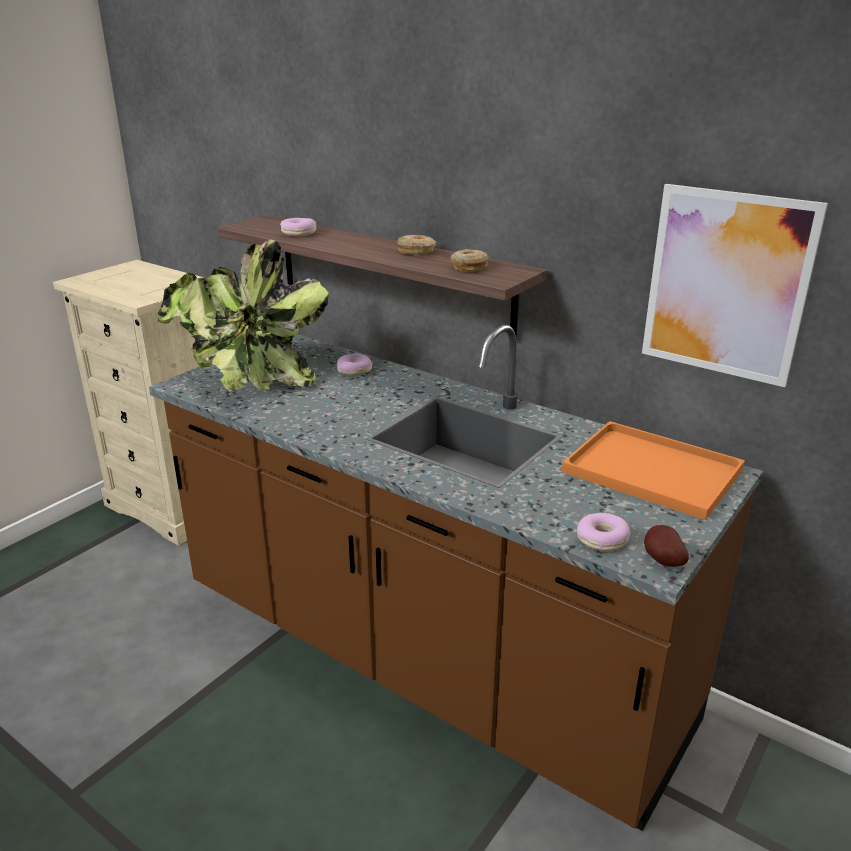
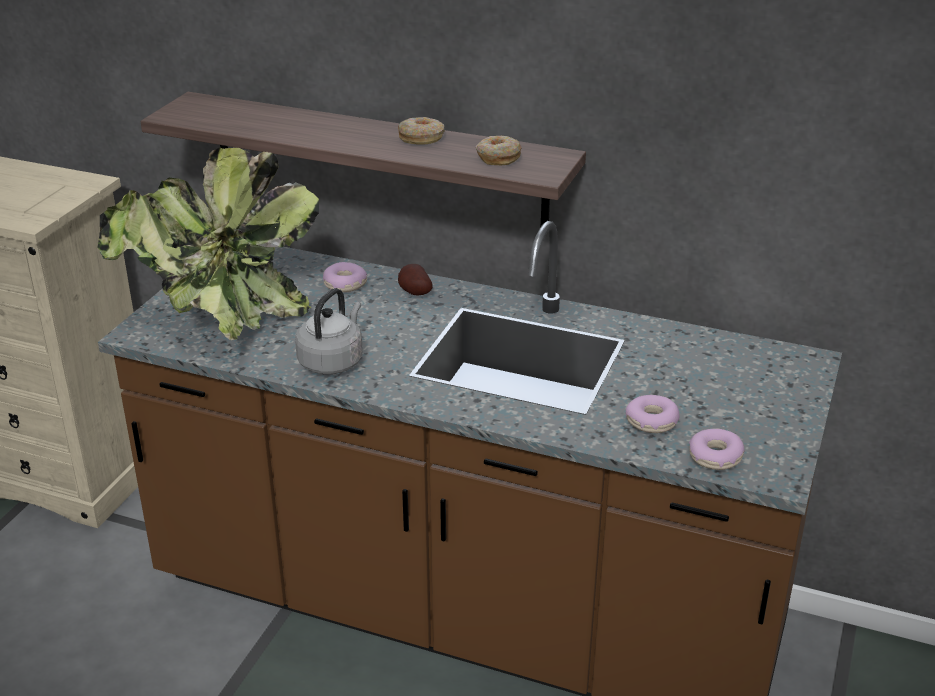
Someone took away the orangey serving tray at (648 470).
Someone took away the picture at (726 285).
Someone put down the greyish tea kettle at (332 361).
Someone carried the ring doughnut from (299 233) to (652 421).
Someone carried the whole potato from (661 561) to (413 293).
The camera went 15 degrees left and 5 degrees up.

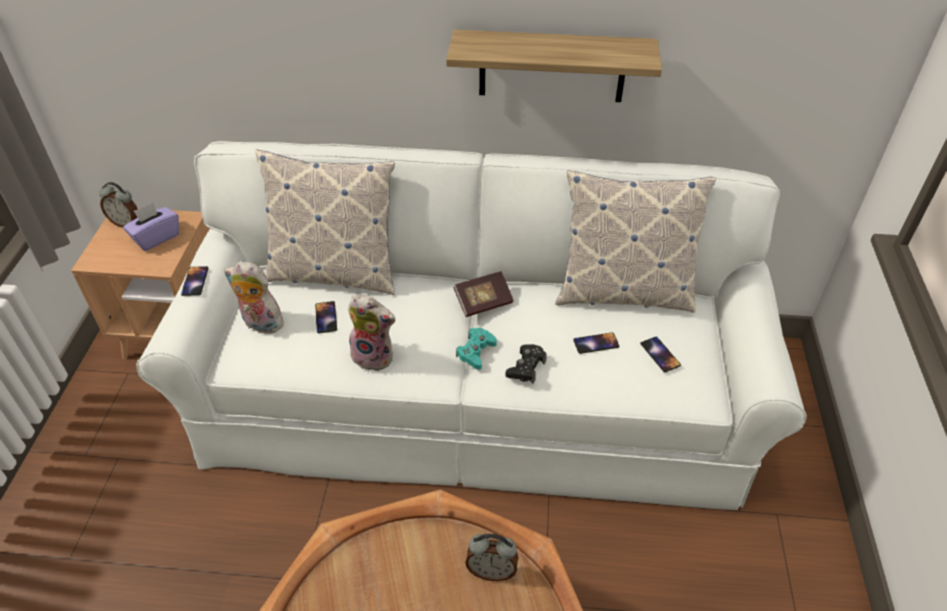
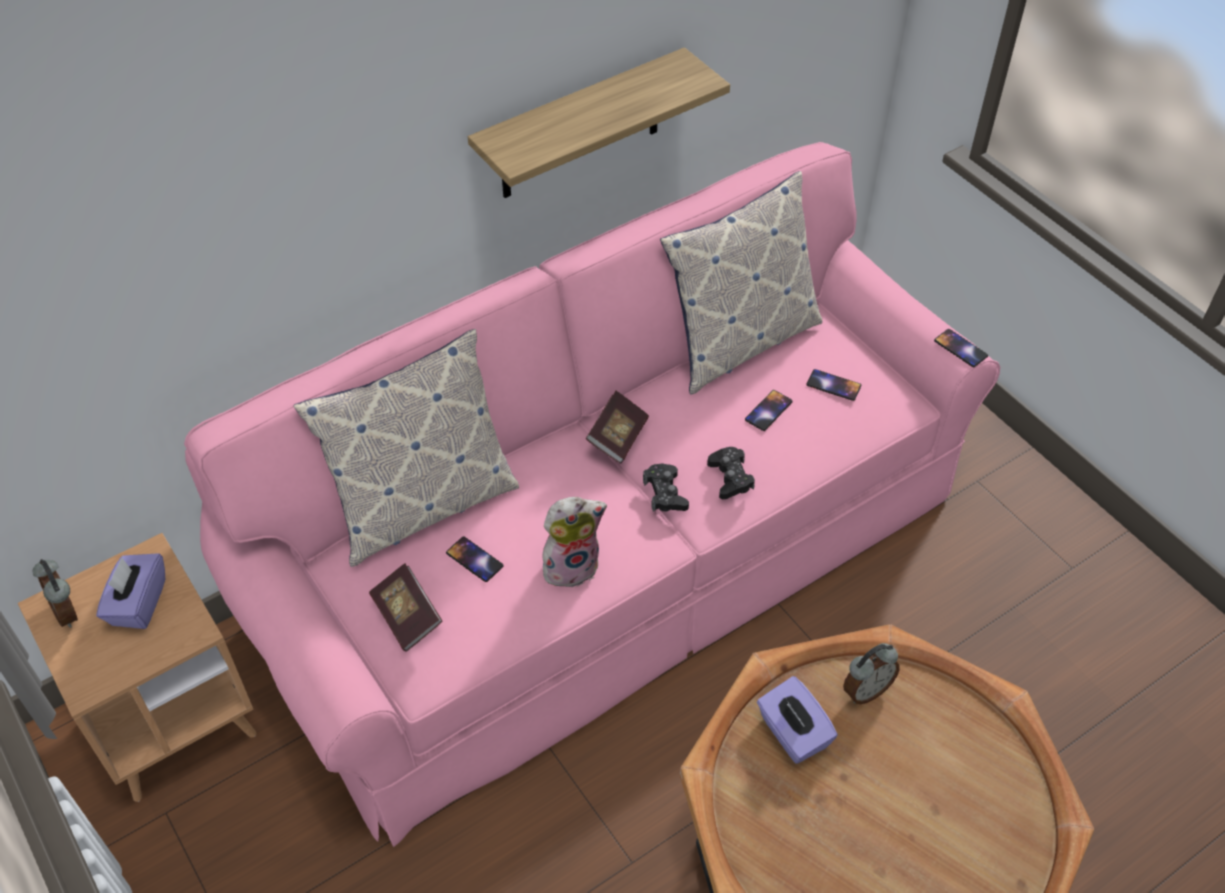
Someone put down the purplish tissue holder at (792 733).
Someone carried the handset from (195 281) to (960 348).
Someone swapped the plush toy at (260 324) for the book at (407 616).
Someone repainted the white sofa at (474 399), which became the pink-coloured sofa at (613 558).
Someone repainted the turquoise joypad at (476 352), which became the blackish joypad at (665 493).
Someone rotated the alarm clock at (126 223) by 75 degrees clockwise.
The camera went 40 degrees left and 5 degrees up.

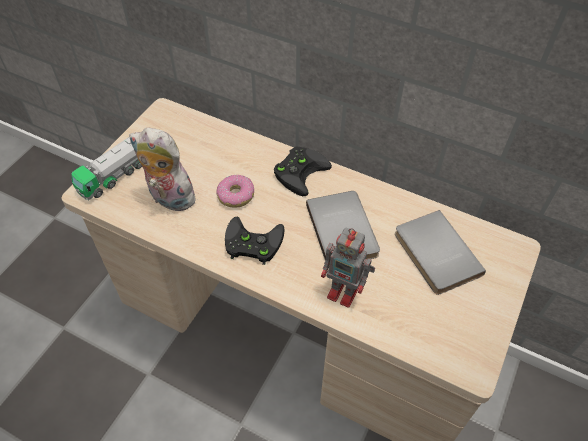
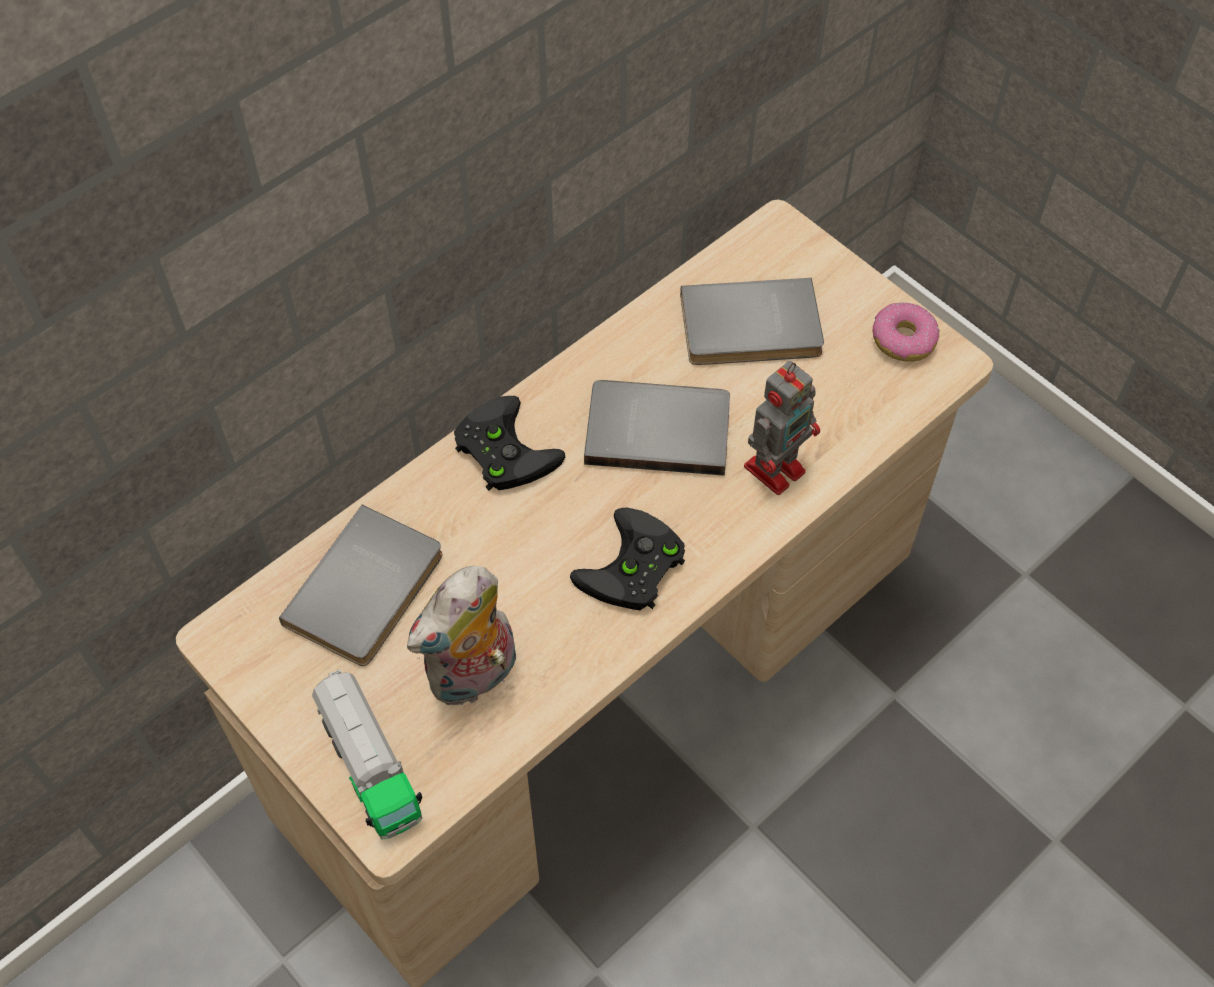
Someone put down the greyish book at (369 591).
Someone carried the ring doughnut from (236 195) to (903 339).
The camera went 70 degrees left and 5 degrees up.

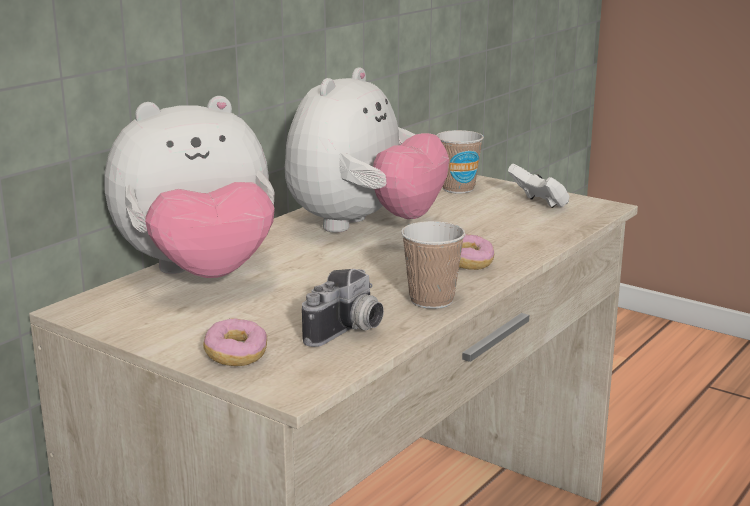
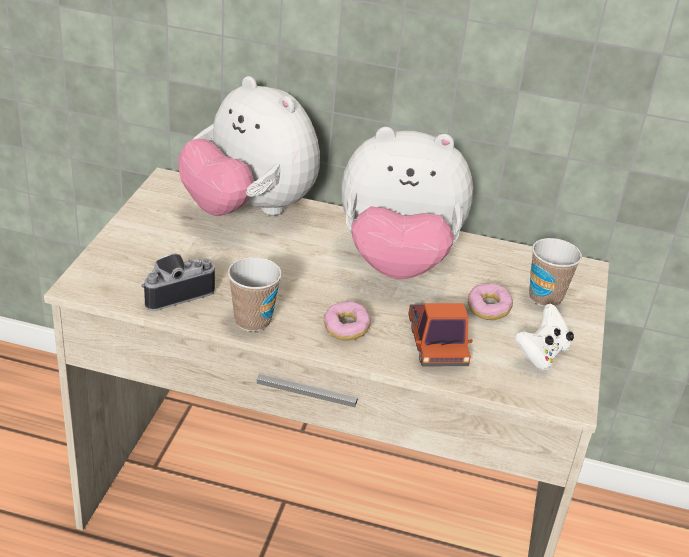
Someone put down the toy lorry at (436 344).
Someone carried the ring doughnut from (236 355) to (488 309).
Someone rotated the photo camera at (349 332) by 135 degrees clockwise.
The camera went 65 degrees right and 15 degrees up.

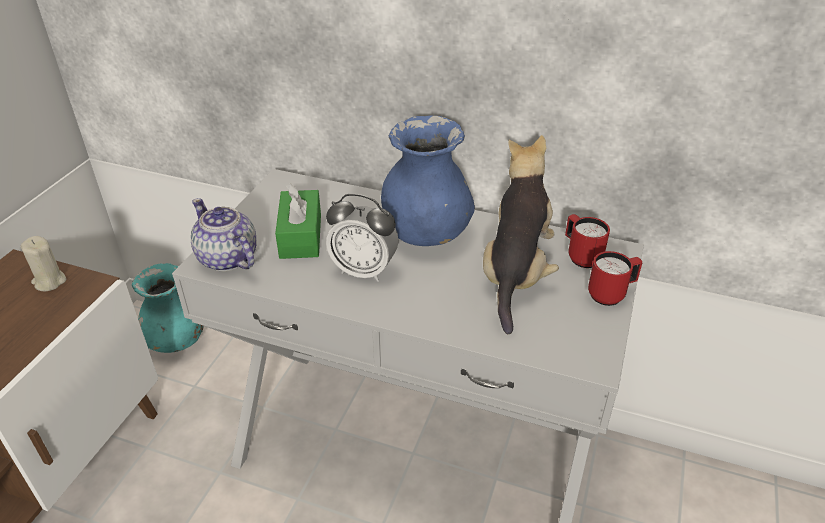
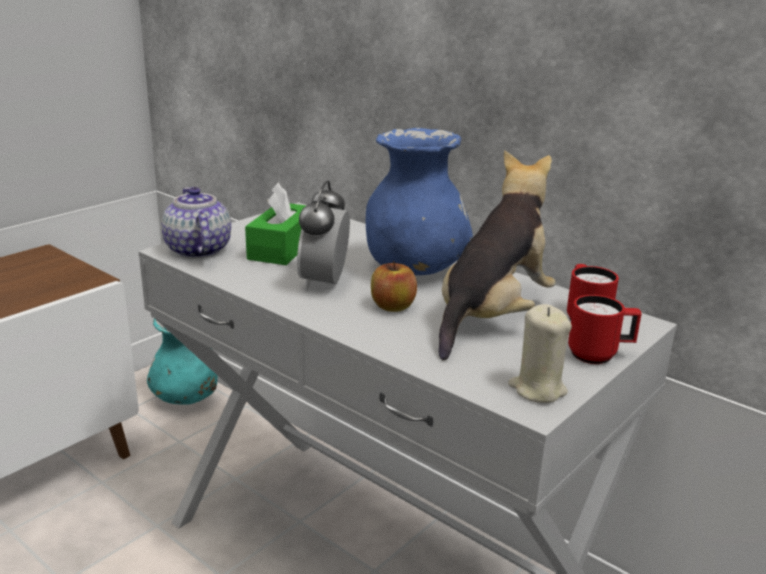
Someone put down the apple fruit at (393 306).
Someone carried the beige wax candle from (49 281) to (537 389).
Someone rotated the alarm clock at (364 270) by 60 degrees clockwise.
The camera went 20 degrees right and 15 degrees down.

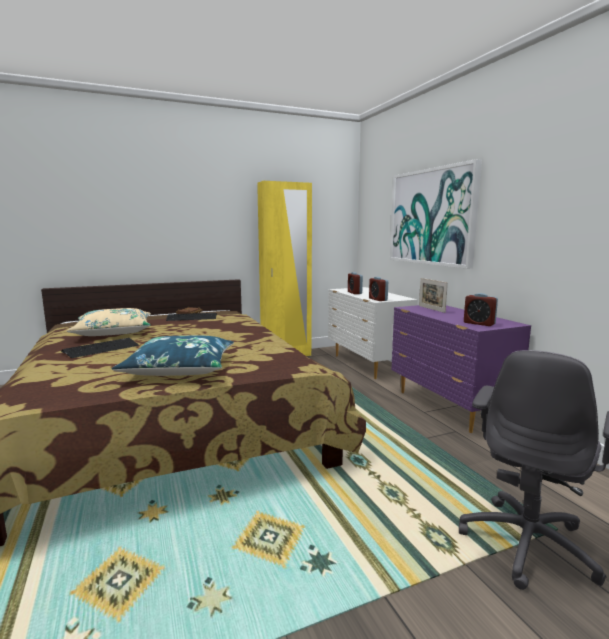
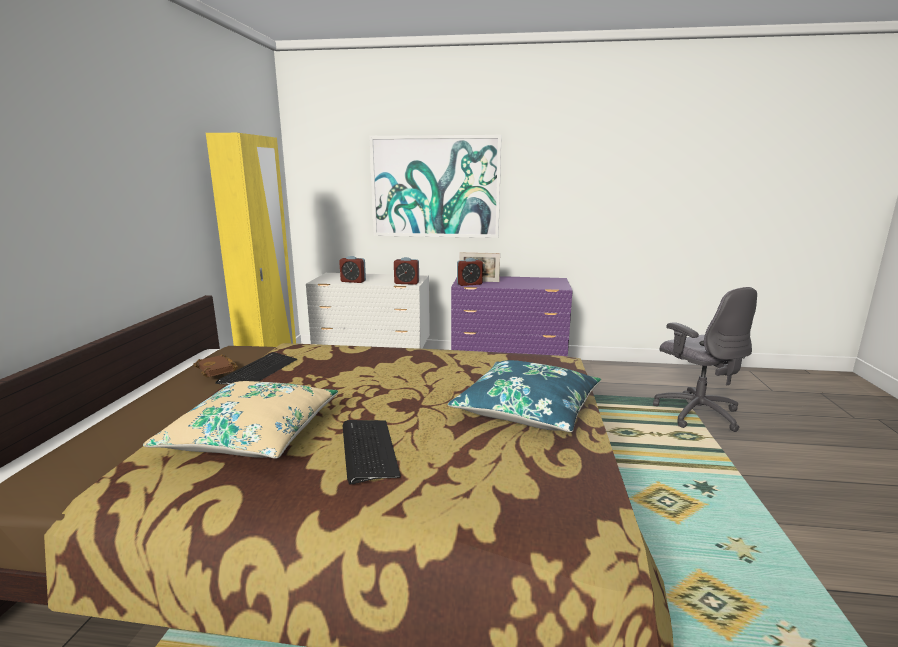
Someone carried the alarm clock from (479 323) to (469 284).
The camera went 60 degrees left and 5 degrees up.

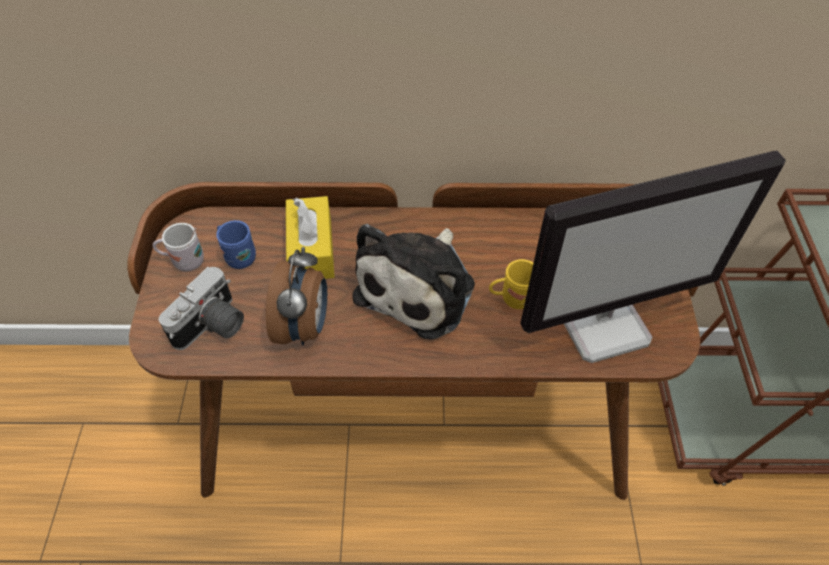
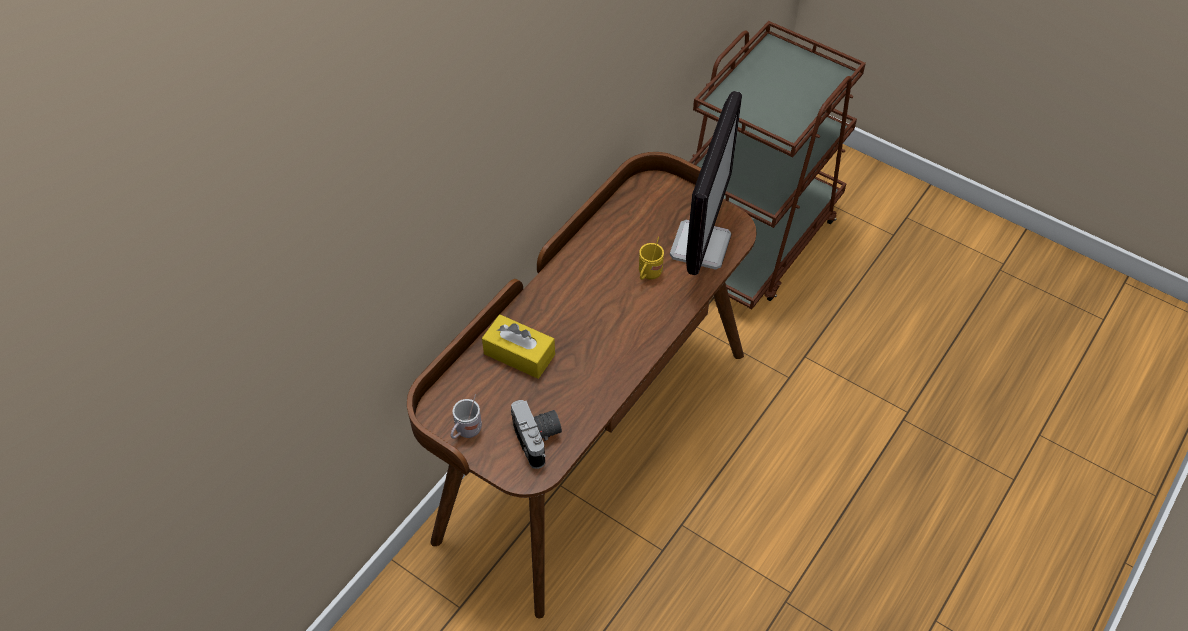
Someone took away the blue tea mug at (238 256).
Someone took away the alarm clock at (304 326).
Someone took away the plush toy at (420 287).
The camera went 55 degrees left and 0 degrees up.

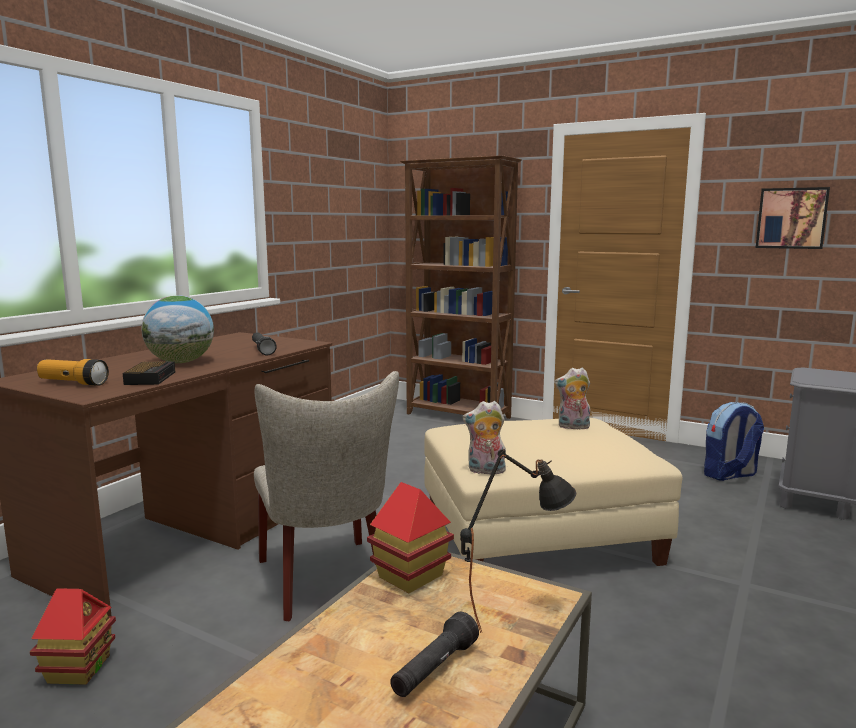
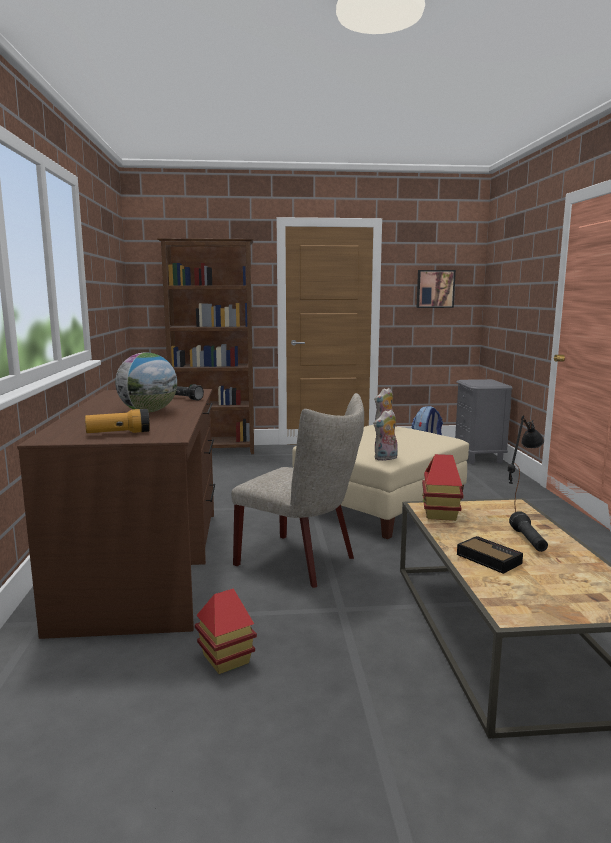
Someone carried the alarm clock from (151 378) to (487 558).
The camera went 35 degrees left and 0 degrees up.

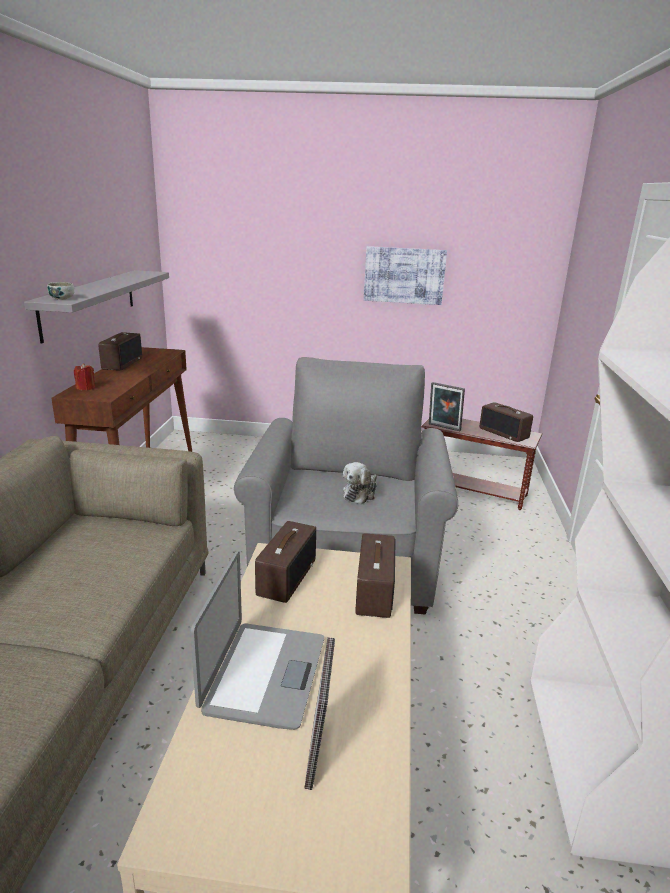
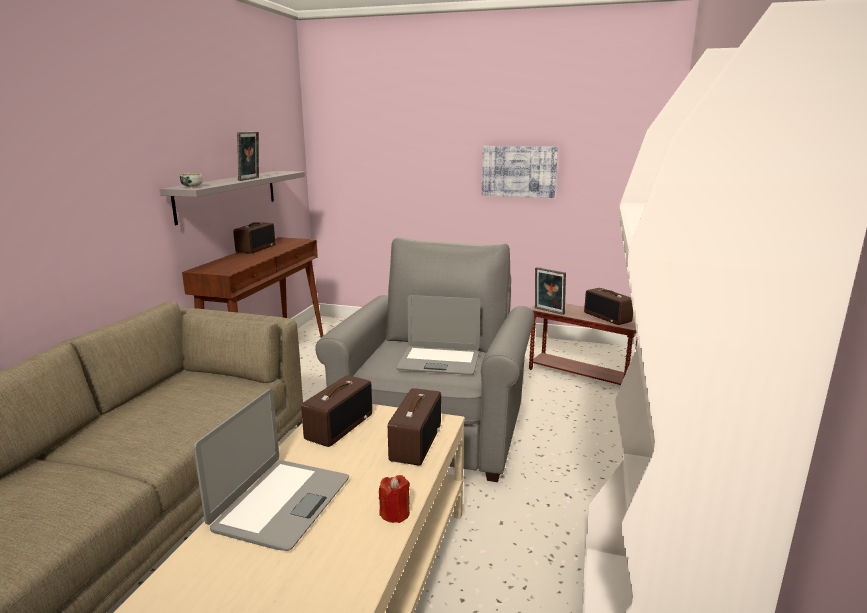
Someone carried the reddish wax candle from (86 388) to (395 513).
Someone carried the photo frame from (318 752) to (250 179).
Someone swapped the plush toy at (360 493) for the portable computer at (439 361).
The camera went 10 degrees right and 5 degrees down.

